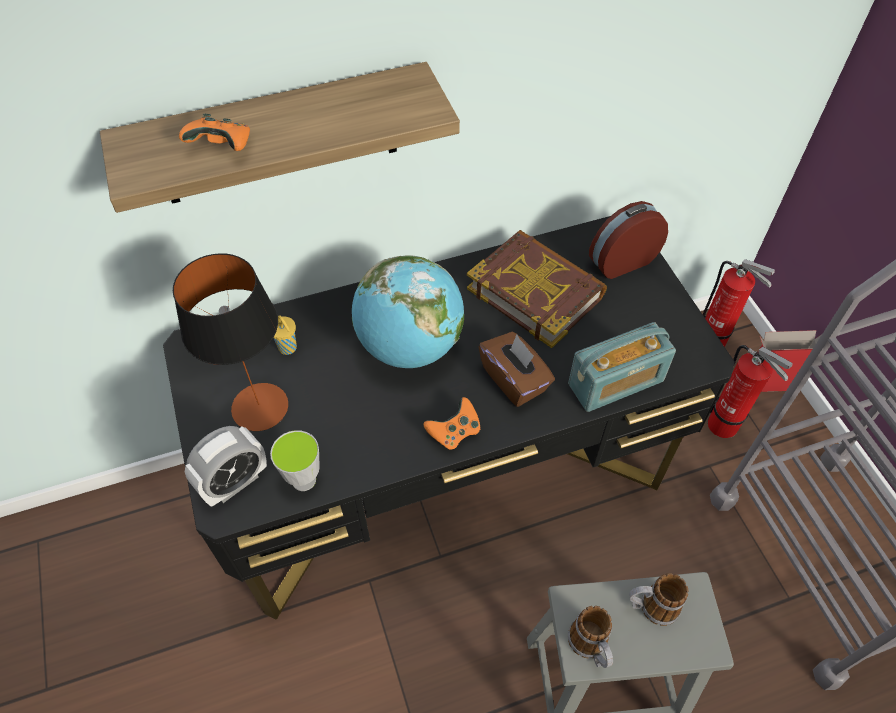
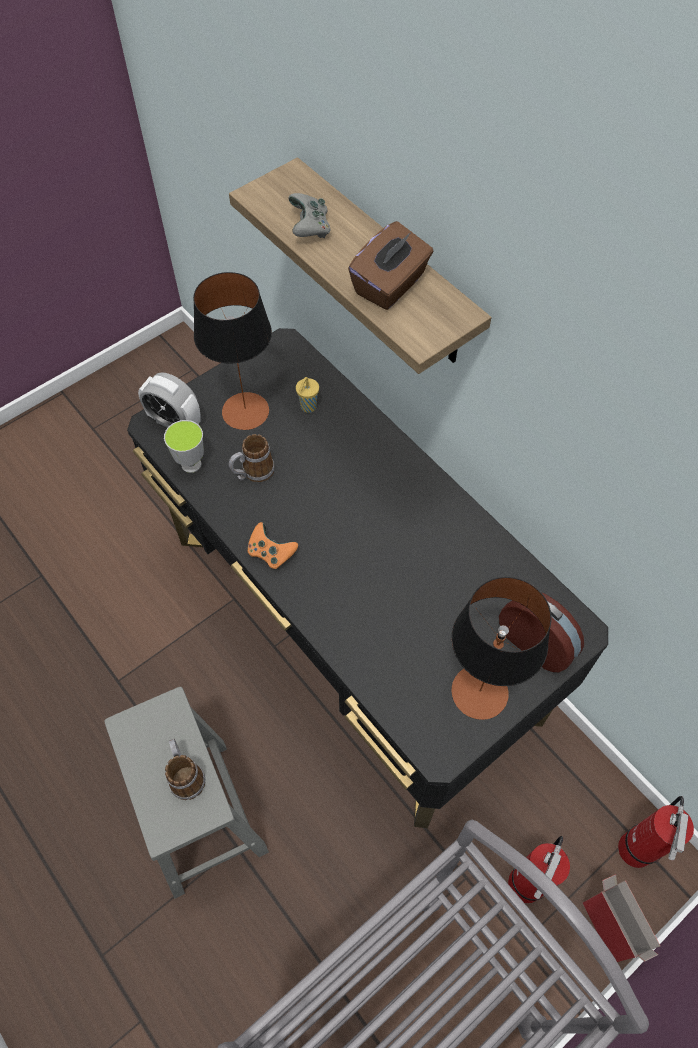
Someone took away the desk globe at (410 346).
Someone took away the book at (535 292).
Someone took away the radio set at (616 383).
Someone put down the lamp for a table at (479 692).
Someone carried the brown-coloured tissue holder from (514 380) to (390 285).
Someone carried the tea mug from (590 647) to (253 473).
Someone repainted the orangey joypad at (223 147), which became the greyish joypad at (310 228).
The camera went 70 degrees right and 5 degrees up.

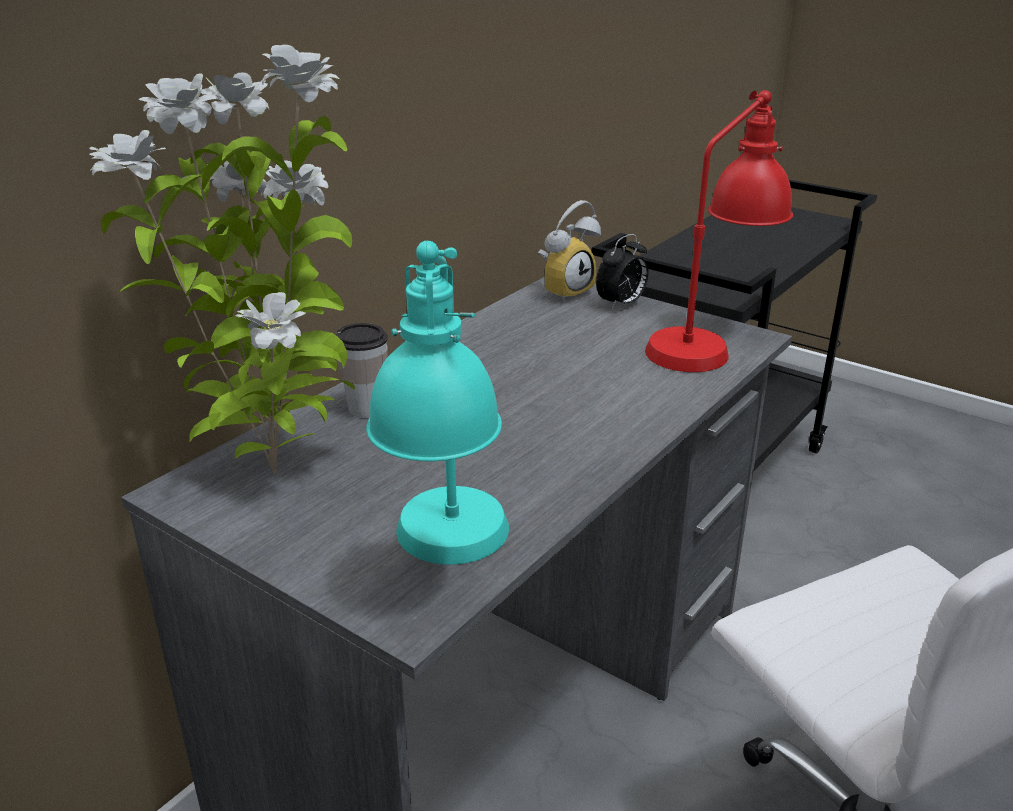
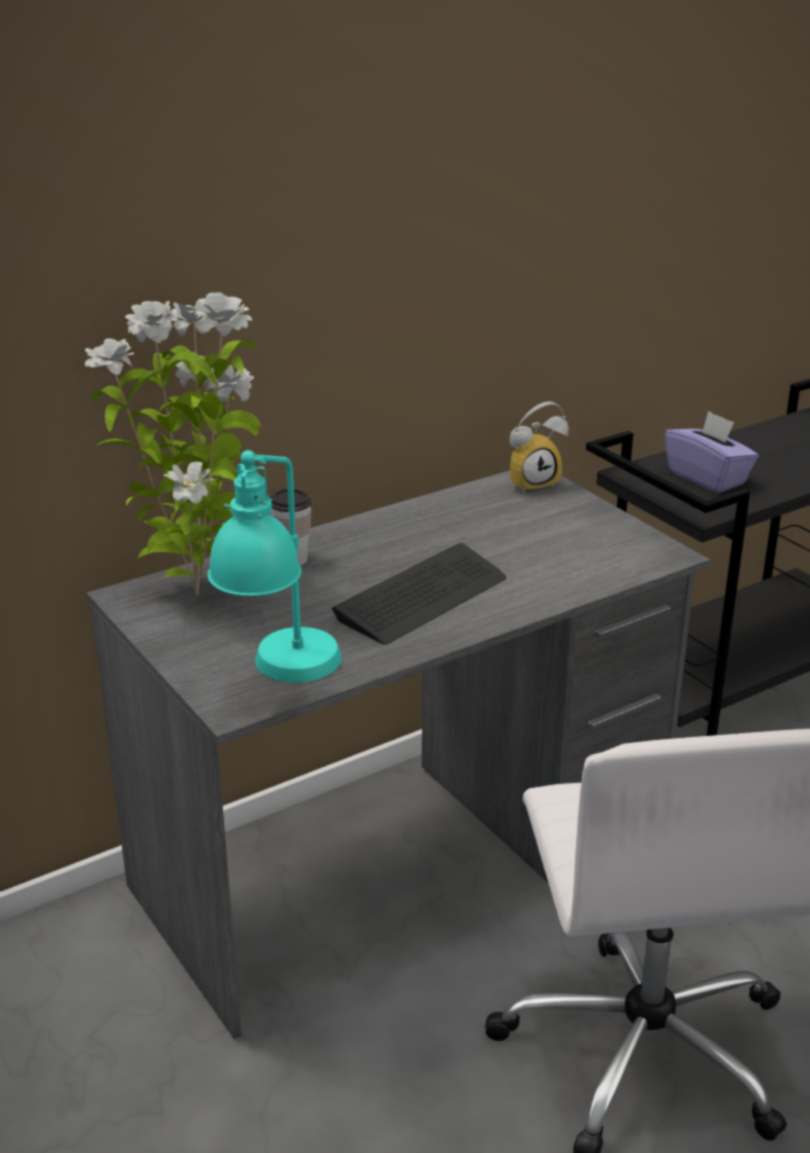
Someone took away the alarm clock at (621 304).
Someone took away the reddish lamp for a table at (710 343).
Someone put down the keyboard at (421 597).
Someone put down the purplish tissue holder at (707 478).
The camera went 20 degrees right and 0 degrees up.

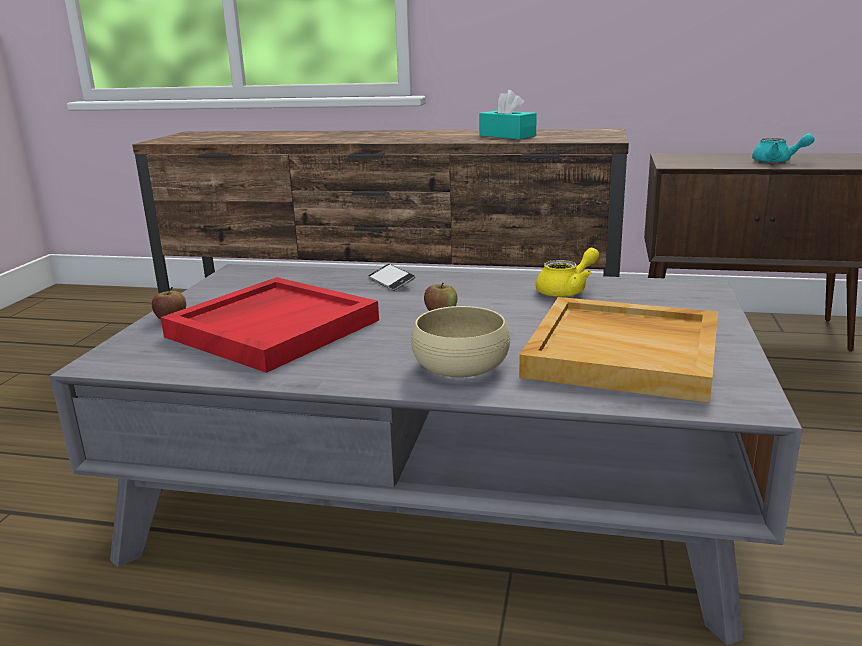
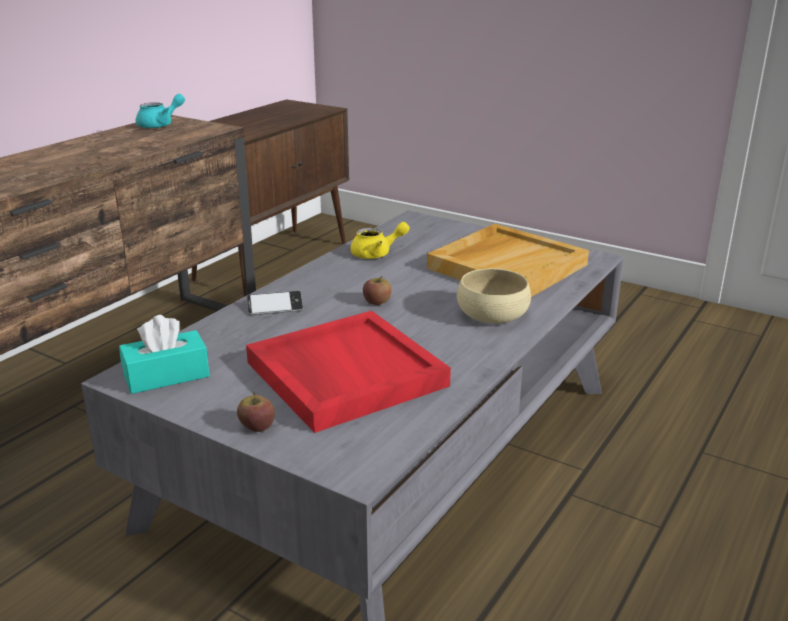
Someone carried the turquoise tissue holder from (507 136) to (166 376).
Someone carried the turquoise tea pot from (777 161) to (160 125).
Someone rotated the yellowish tea pot at (567 291) by 90 degrees clockwise.
The camera went 70 degrees left and 5 degrees up.

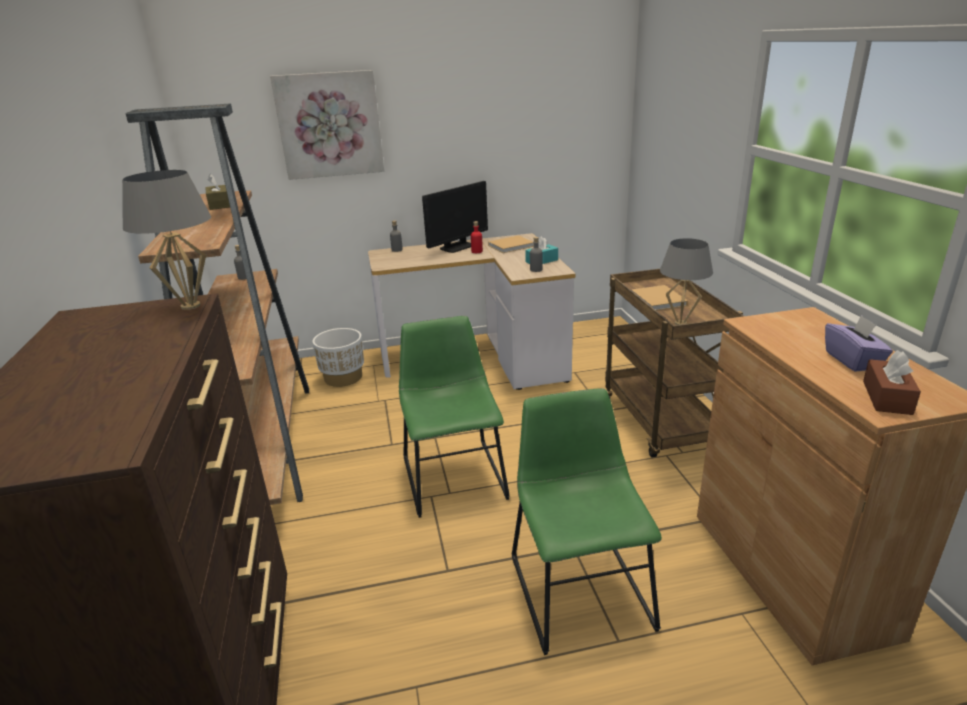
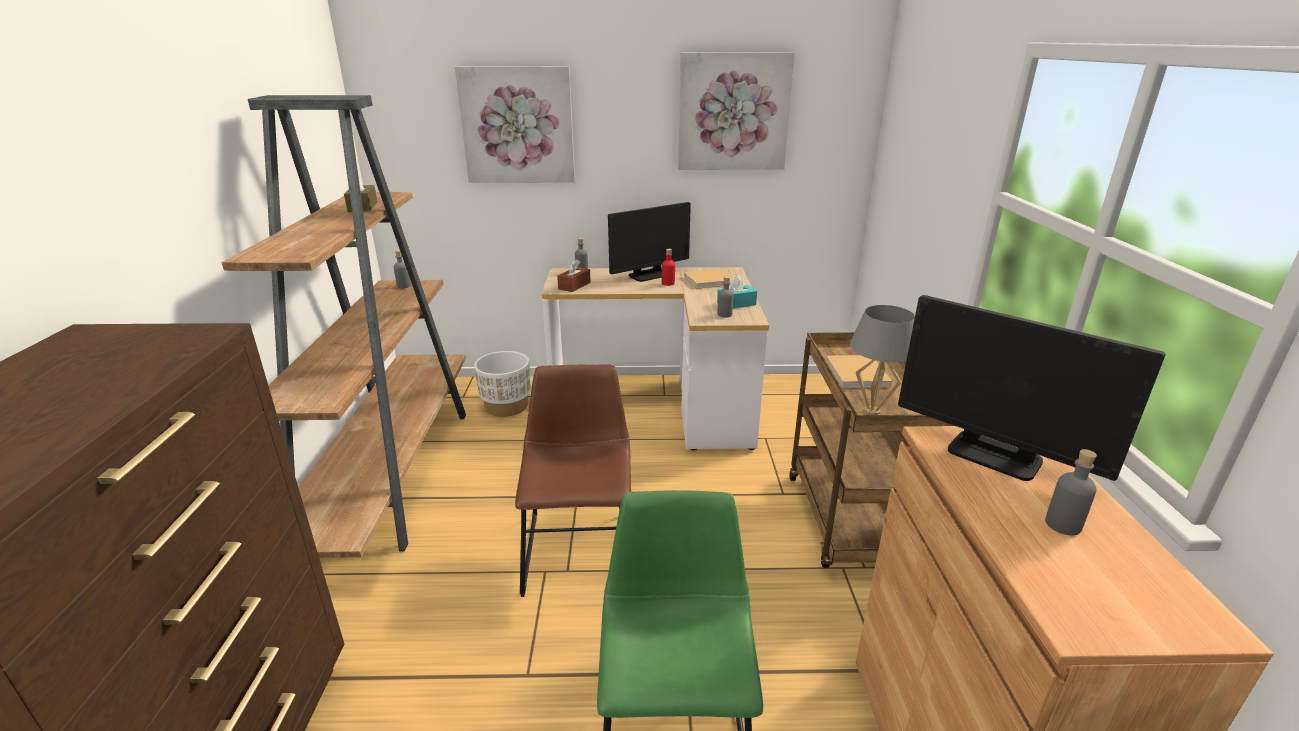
Someone took away the greyish lamp for a table at (191 306).
Someone put up the picture at (733 112).
Someone put down the monitor at (994 455).
Someone carried the brown-coloured tissue holder from (887 397) to (574 285).
Someone swapped the purplish tissue holder at (853 360) for the greyish drink bottle at (1062 524).
Someone repainted the green-coloured upright chair at (453 474), which became the brown-coloured upright chair at (580 547).
The camera went 10 degrees right and 0 degrees up.

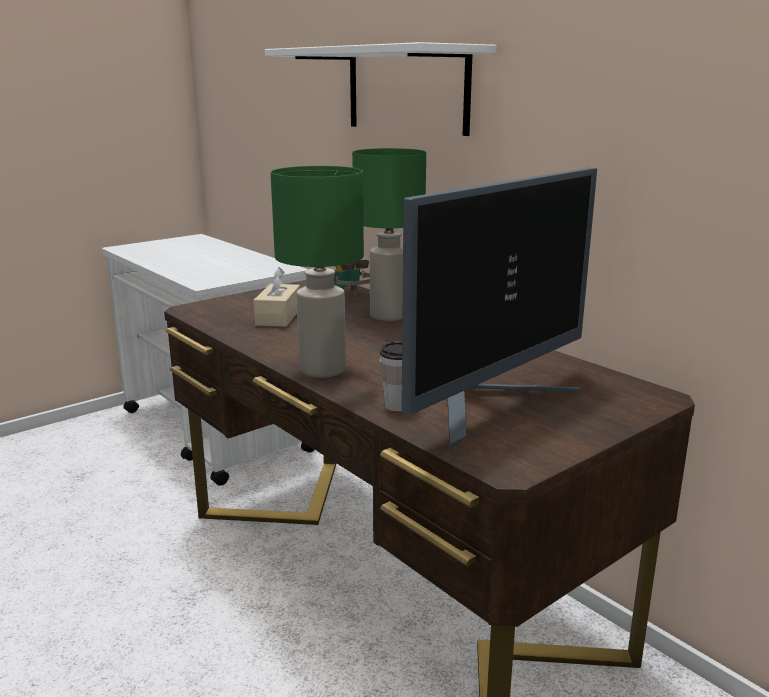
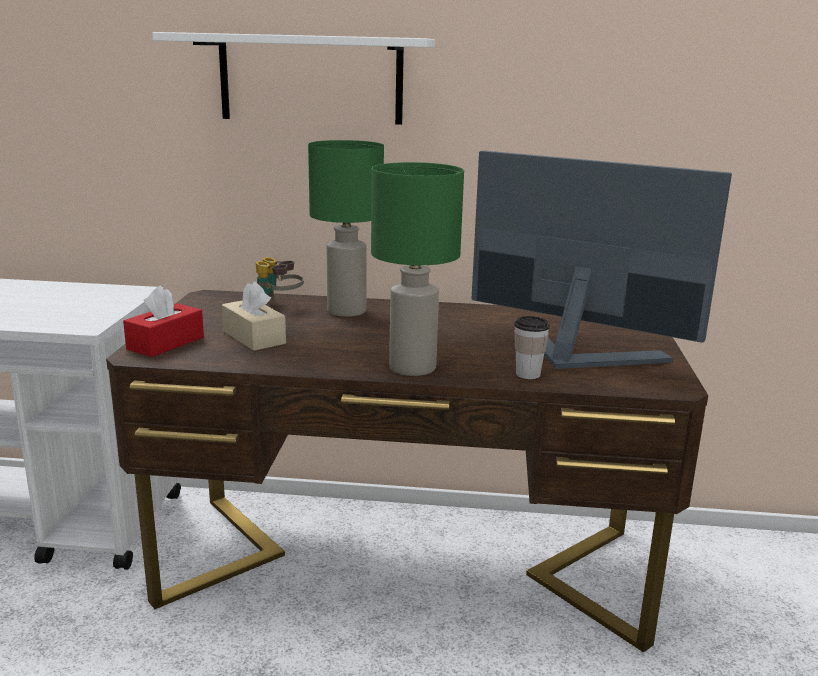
Someone put down the reddish tissue holder at (166 343).
Someone rotated the monitor at (492 404) by 60 degrees counterclockwise.
The camera went 45 degrees left and 0 degrees up.

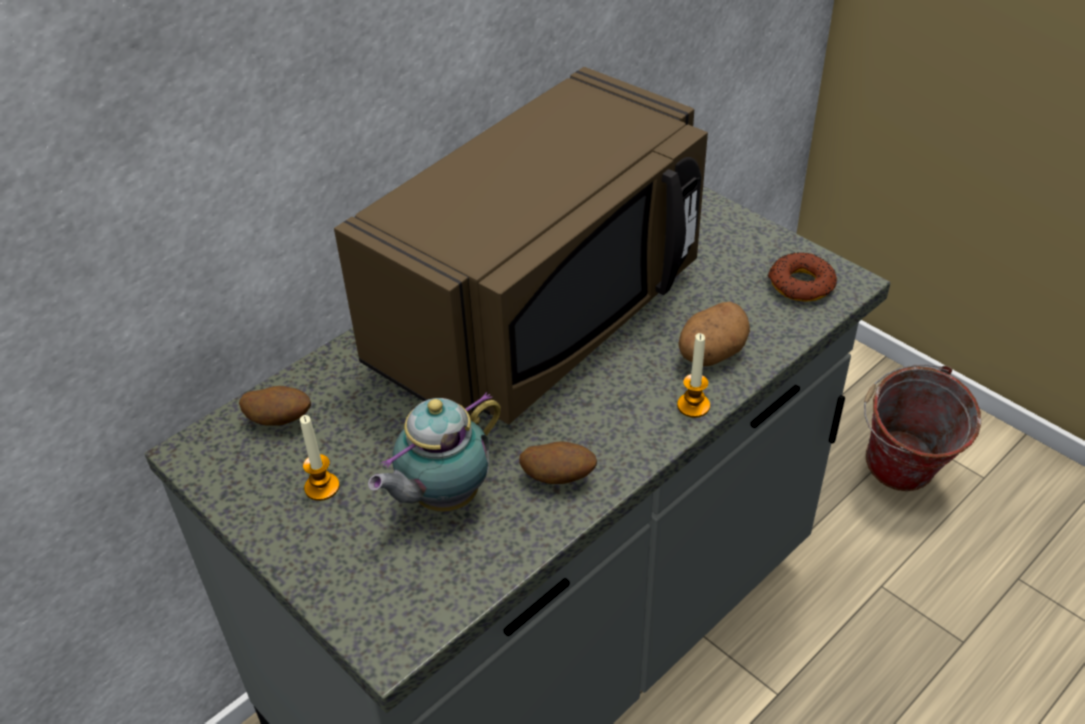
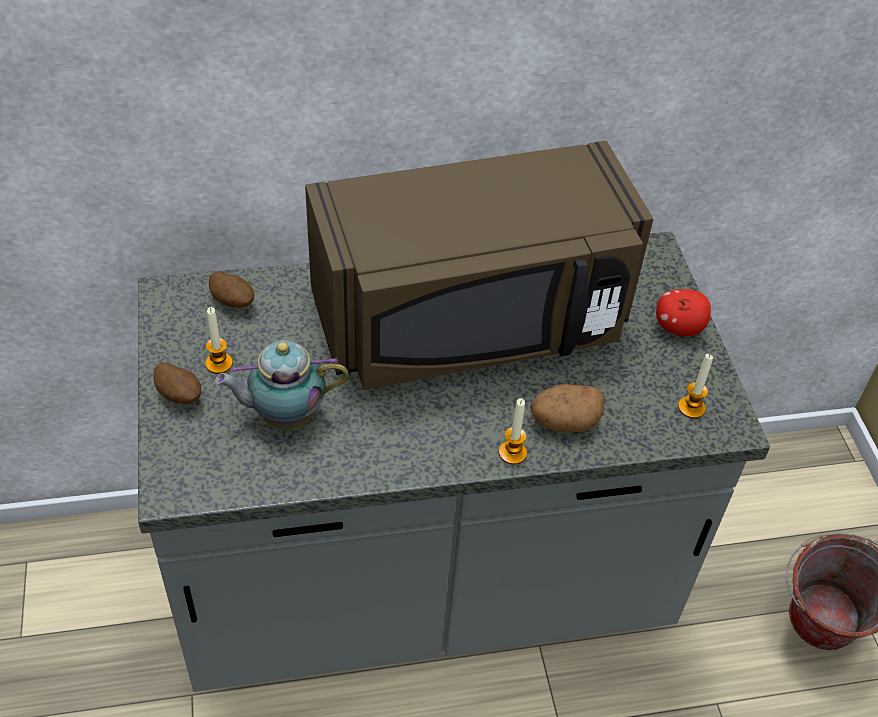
Someone put down the apple fruit at (678 328).
Someone carried the whole potato from (558 477) to (180 396).
Someone swapped the ring doughnut at (801 284) for the wax candle at (691 408).
The camera went 30 degrees right and 5 degrees up.

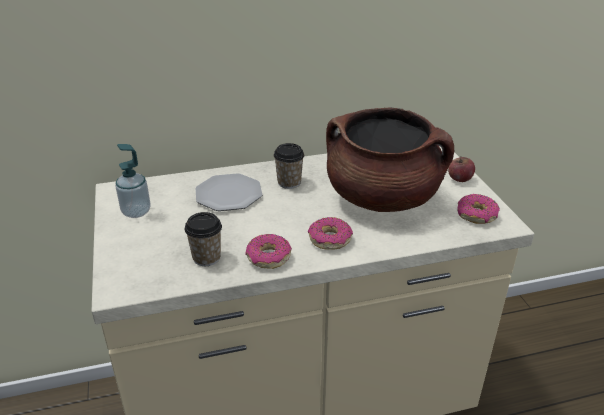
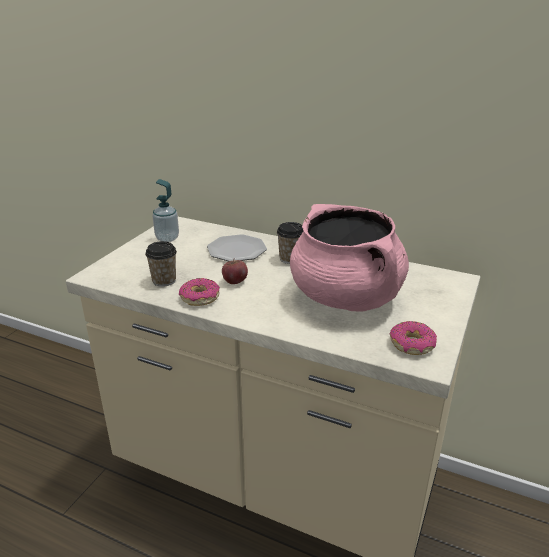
Someone took away the ring doughnut at (330 239).
Someone carried the apple fruit from (459 179) to (235 281).
Someone repainted the brown-coloured saucepot at (383 198), which became the pink-coloured saucepot at (346 297).
The camera went 40 degrees right and 5 degrees down.

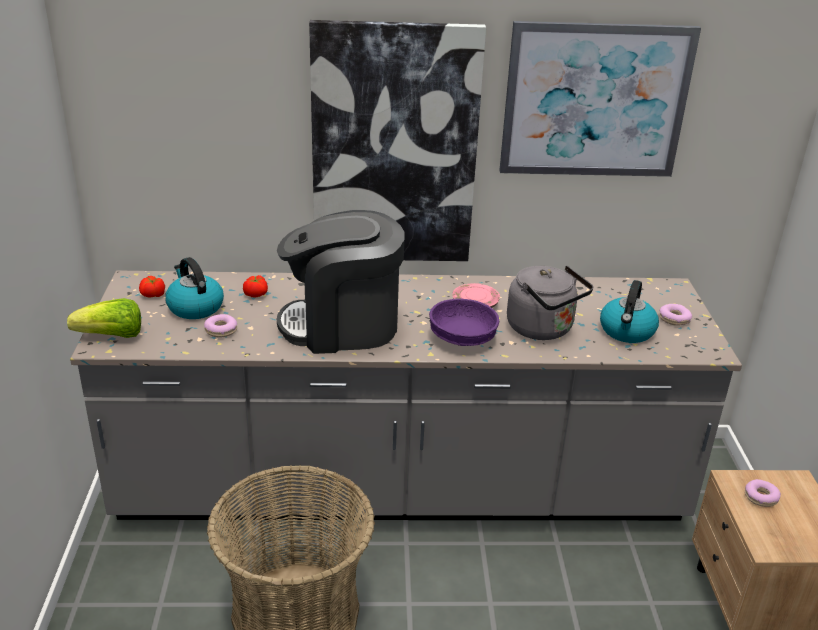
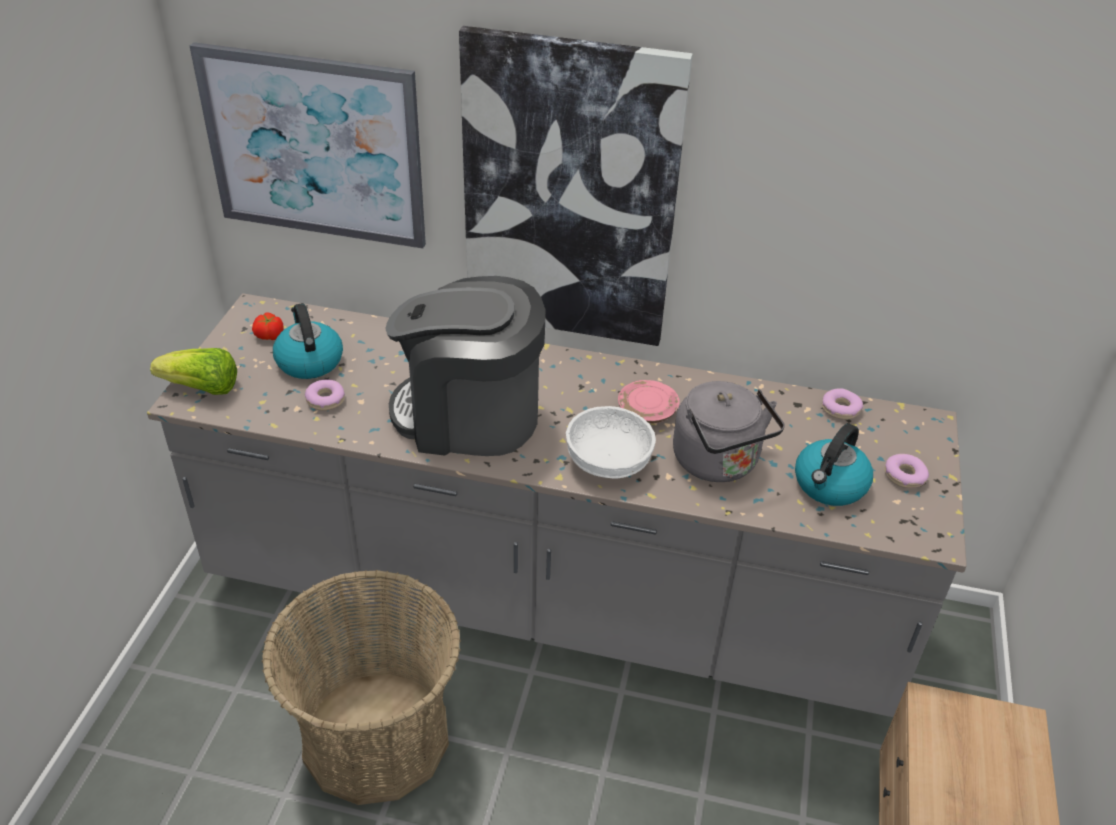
Someone took away the tomato at (256 294).
Someone carried the picture from (595 101) to (314 147).
Someone carried the ring doughnut from (761 497) to (840 409).
Someone repainted the purplish deep dish at (461 339), which became the white deep dish at (607 461).
The camera went 15 degrees right and 10 degrees up.

